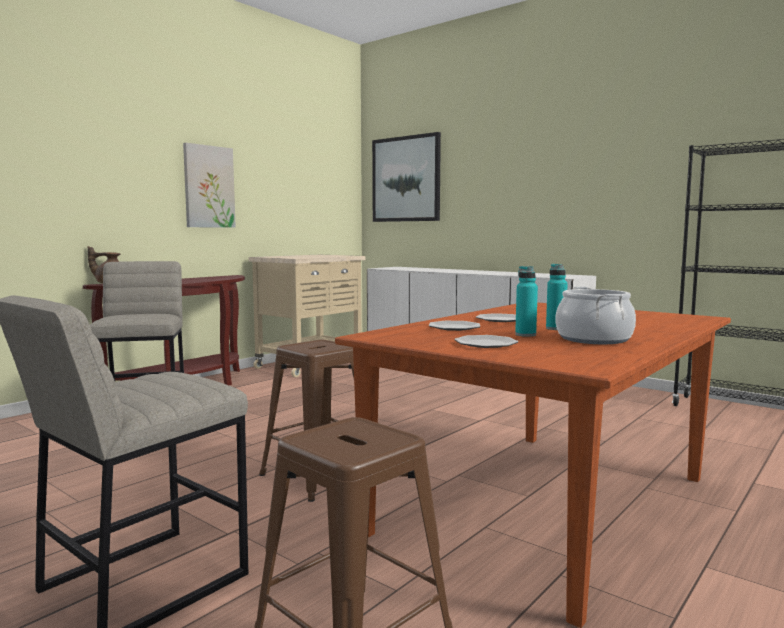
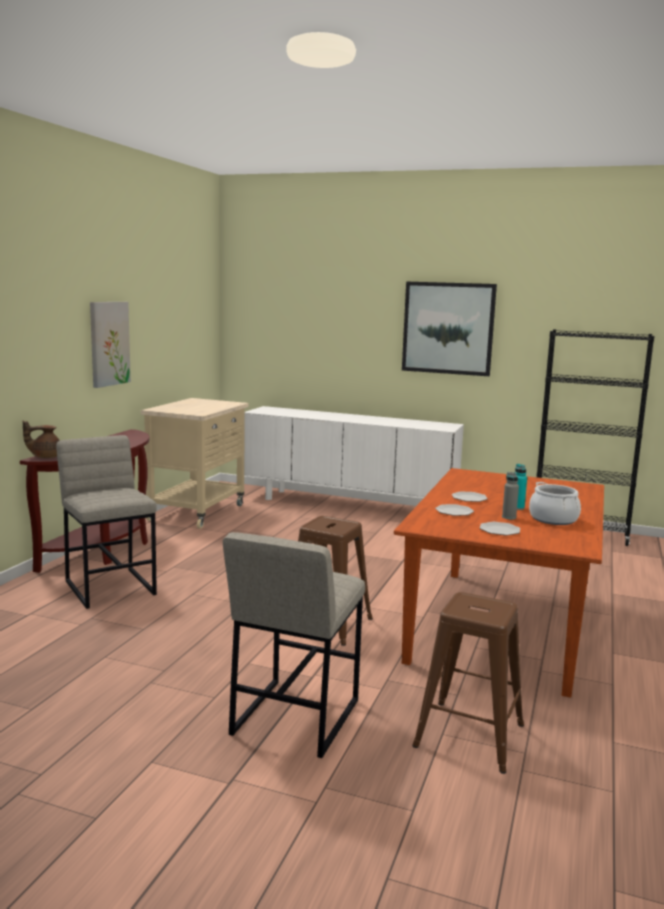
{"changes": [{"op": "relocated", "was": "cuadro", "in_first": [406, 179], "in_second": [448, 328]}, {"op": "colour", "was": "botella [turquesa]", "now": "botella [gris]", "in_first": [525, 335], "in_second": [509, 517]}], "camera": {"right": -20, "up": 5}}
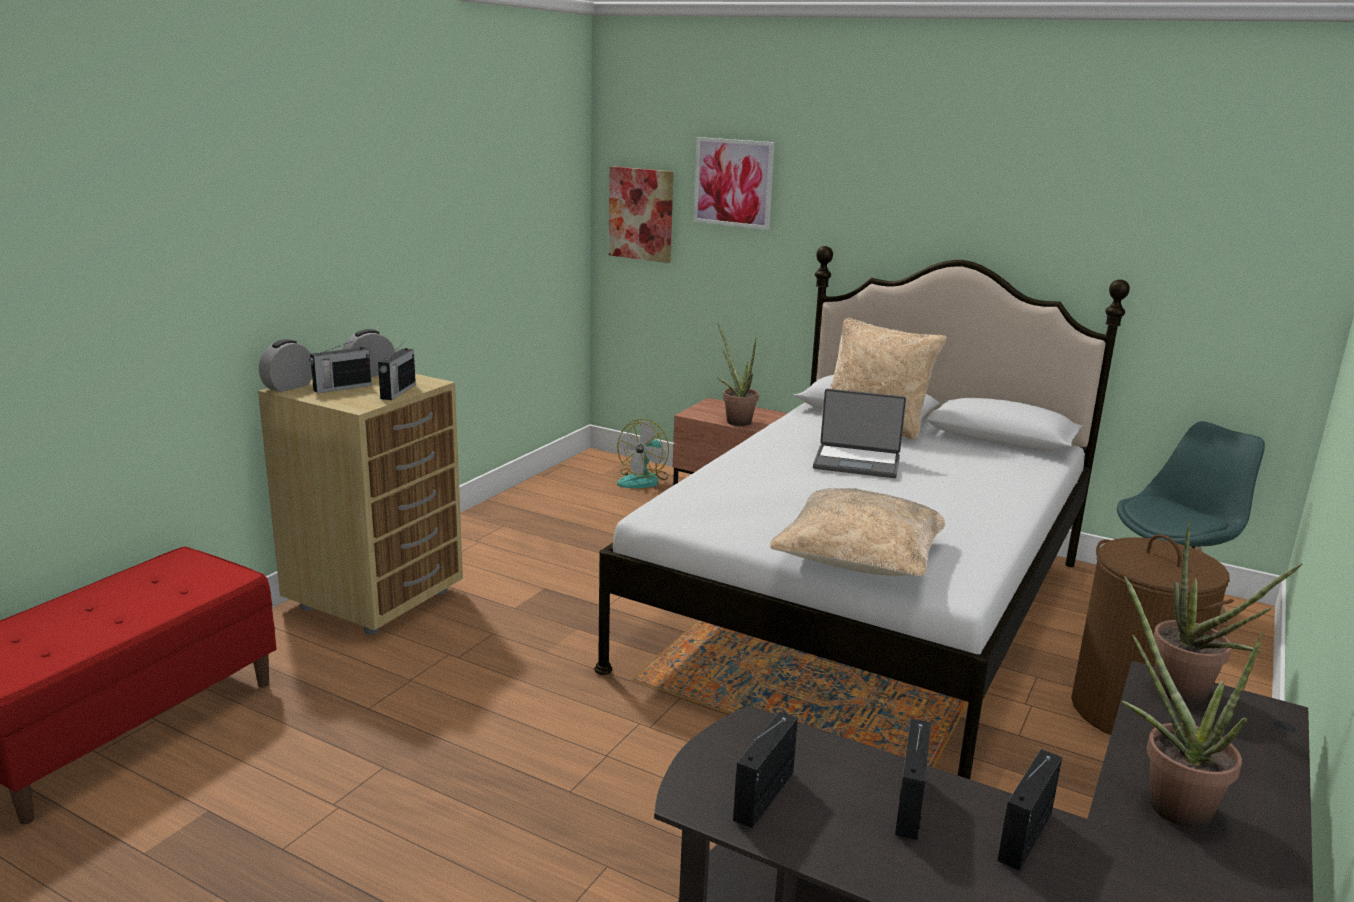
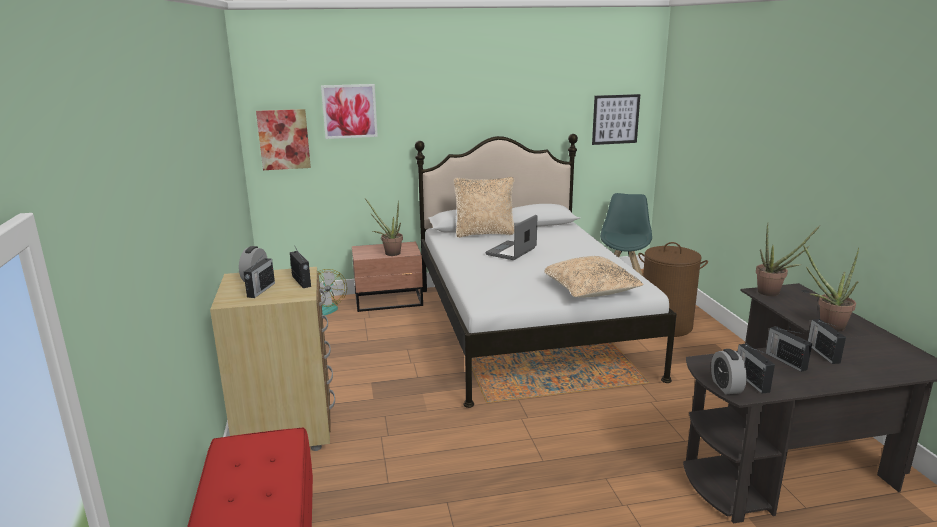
{"changes": [{"op": "relocated", "was": "despertador", "in_first": [288, 387], "in_second": [726, 387]}, {"op": "spun", "was": "portátil", "in_first": [857, 462], "in_second": [512, 251], "clockwise": 150}, {"op": "appeared", "now": "cuadro", "in_second": [615, 119]}], "camera": {"right": -40, "up": 0}}
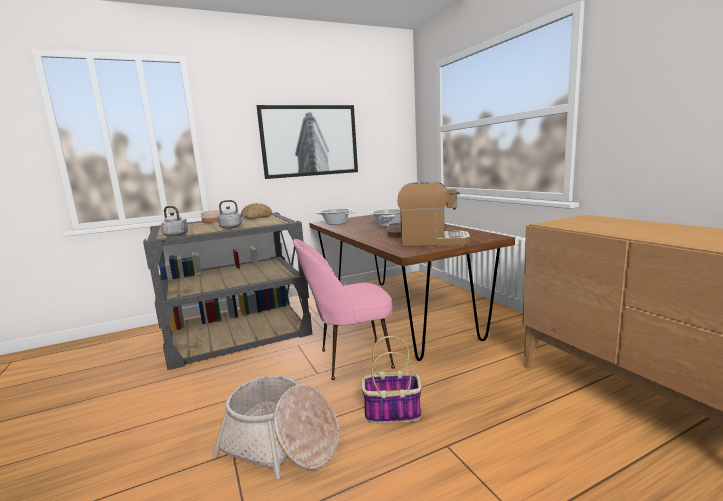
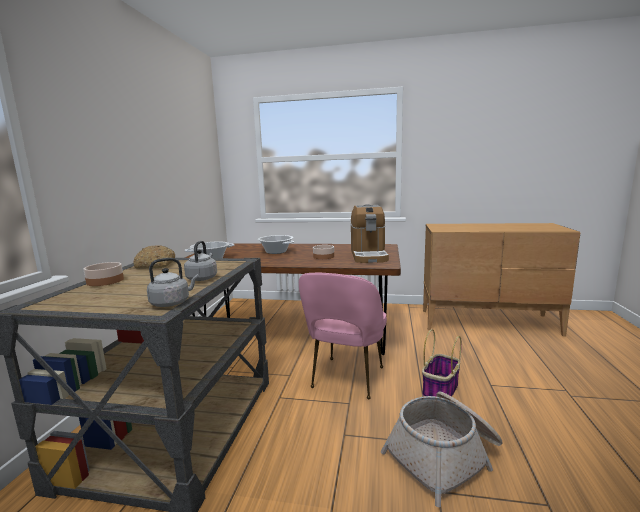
{"changes": [{"op": "missing", "was": "cuadro", "in_first": [310, 141]}, {"op": "spun", "was": "cafetera", "in_first": [433, 242], "in_second": [368, 255], "clockwise": 135}], "camera": {"right": -55, "up": 0}}
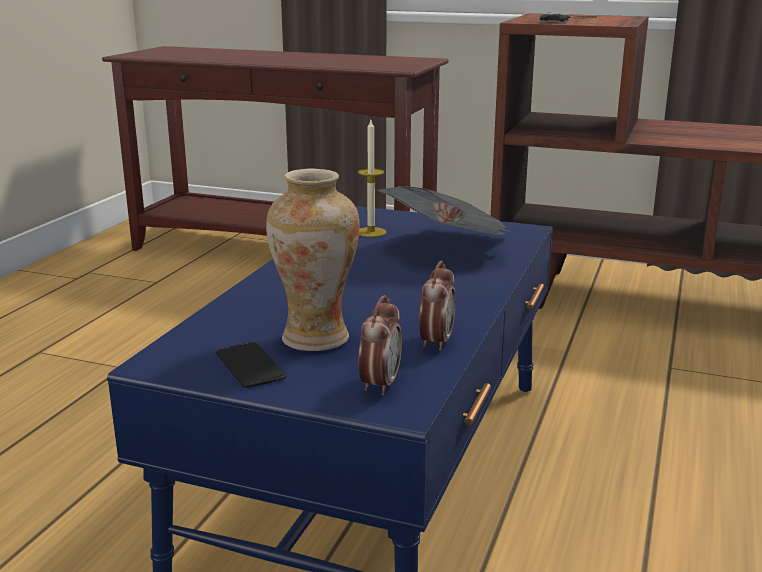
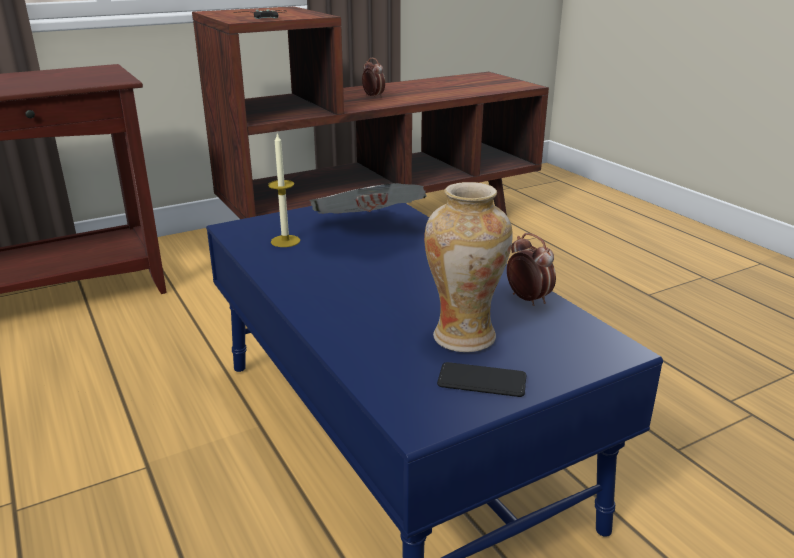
{"changes": [{"op": "relocated", "was": "despertador", "in_first": [380, 384], "in_second": [373, 97]}], "camera": {"right": -50, "up": 5}}
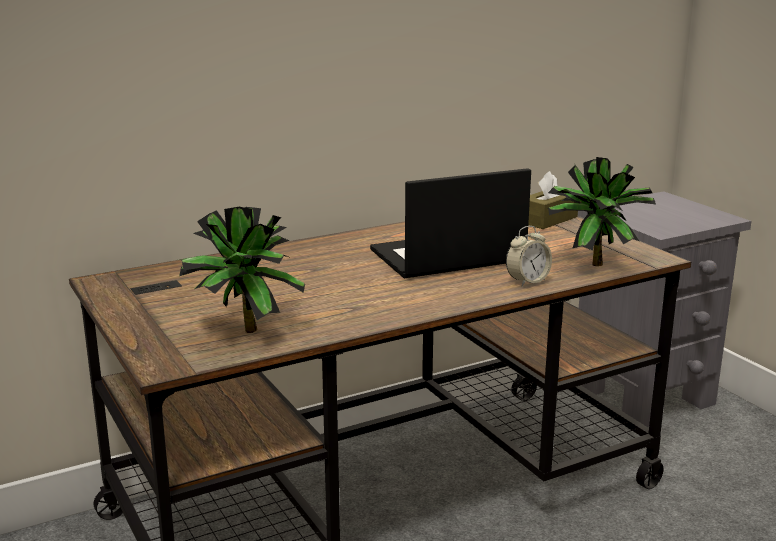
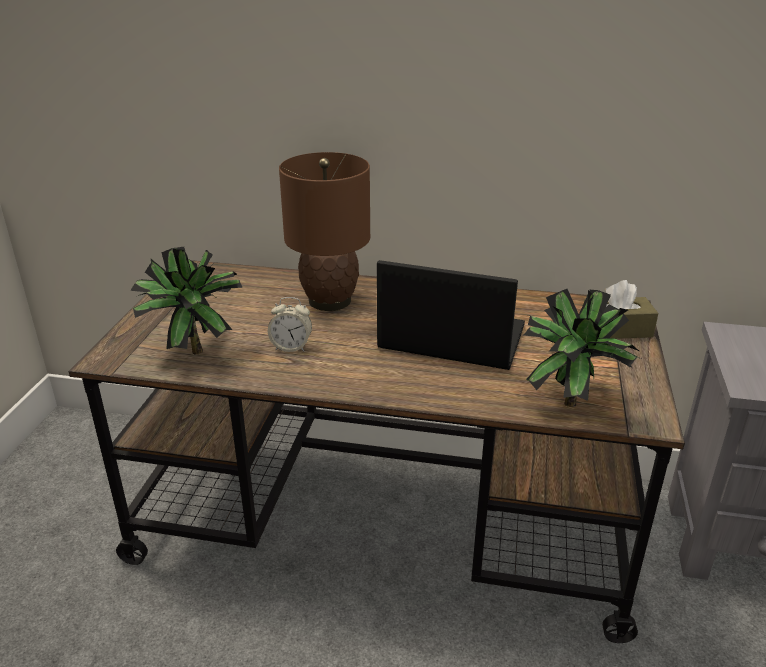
{"changes": [{"op": "relocated", "was": "despertador", "in_first": [527, 281], "in_second": [291, 347]}, {"op": "appeared", "now": "lámpara de mesa [marrón]", "in_second": [329, 301]}], "camera": {"right": 40, "up": 10}}
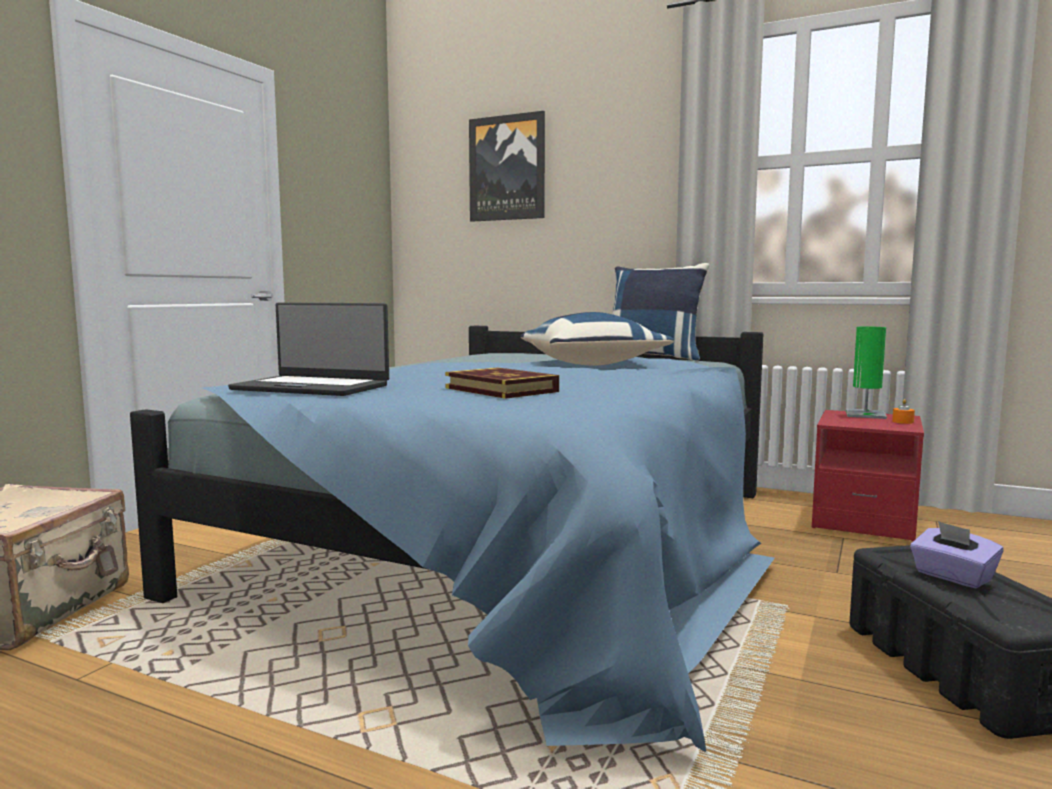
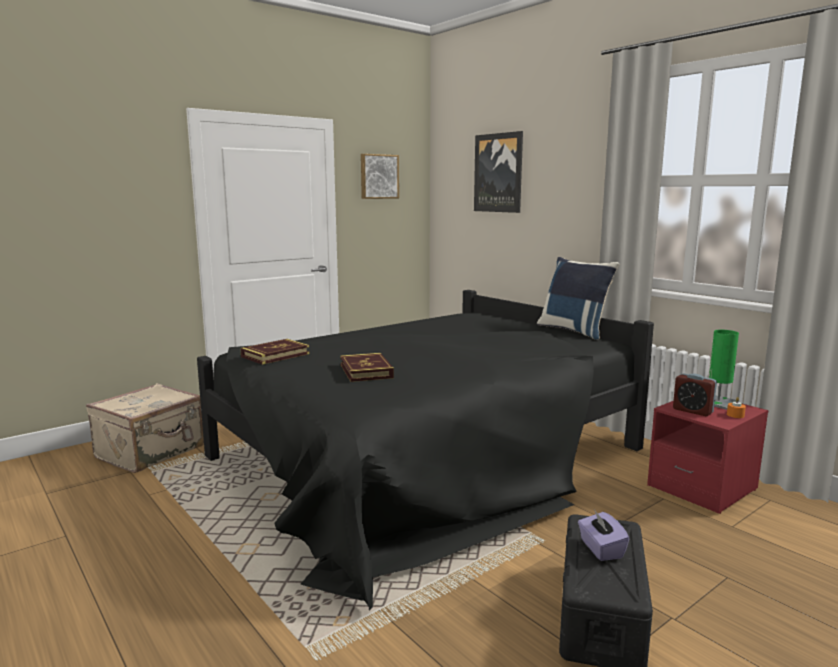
{"changes": [{"op": "colour", "was": "cama [azul]", "now": "cama [negro]", "in_first": [522, 544], "in_second": [427, 459]}, {"op": "exchanged", "was": "portátil", "now": "libro", "in_first": [312, 387], "in_second": [275, 355]}, {"op": "missing", "was": "cojín [azul]", "in_first": [591, 364]}, {"op": "appeared", "now": "cuadro", "in_second": [378, 176]}, {"op": "appeared", "now": "despertador", "in_second": [692, 411]}], "camera": {"right": 25, "up": 5}}
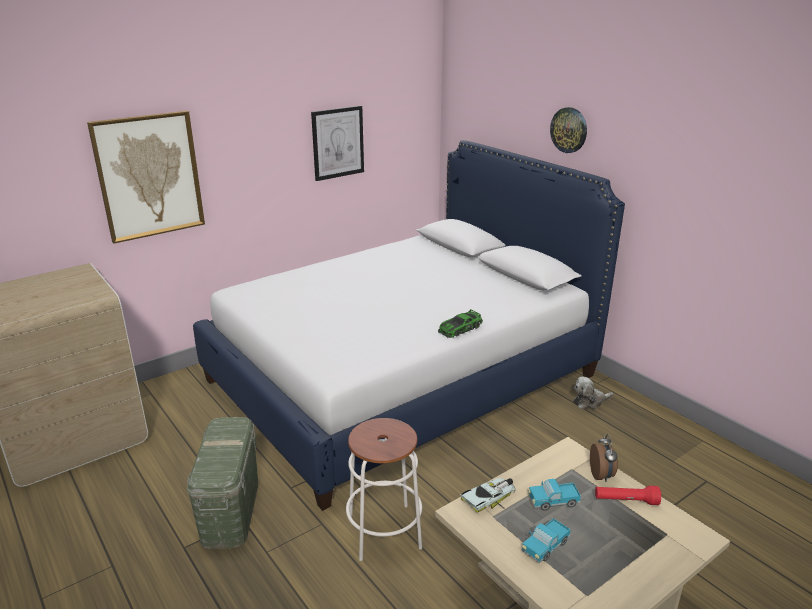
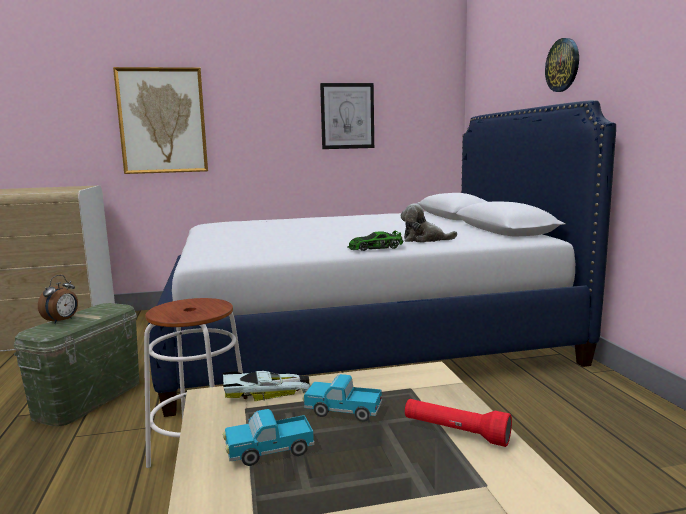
{"changes": [{"op": "relocated", "was": "peluche", "in_first": [590, 402], "in_second": [424, 240]}, {"op": "relocated", "was": "despertador", "in_first": [601, 475], "in_second": [62, 321]}], "camera": {"right": 25, "up": -15}}
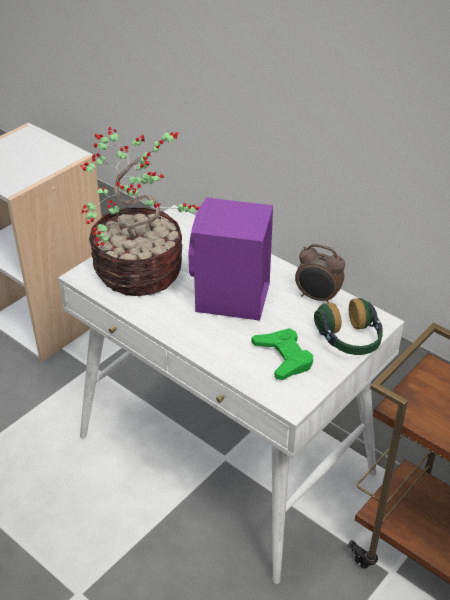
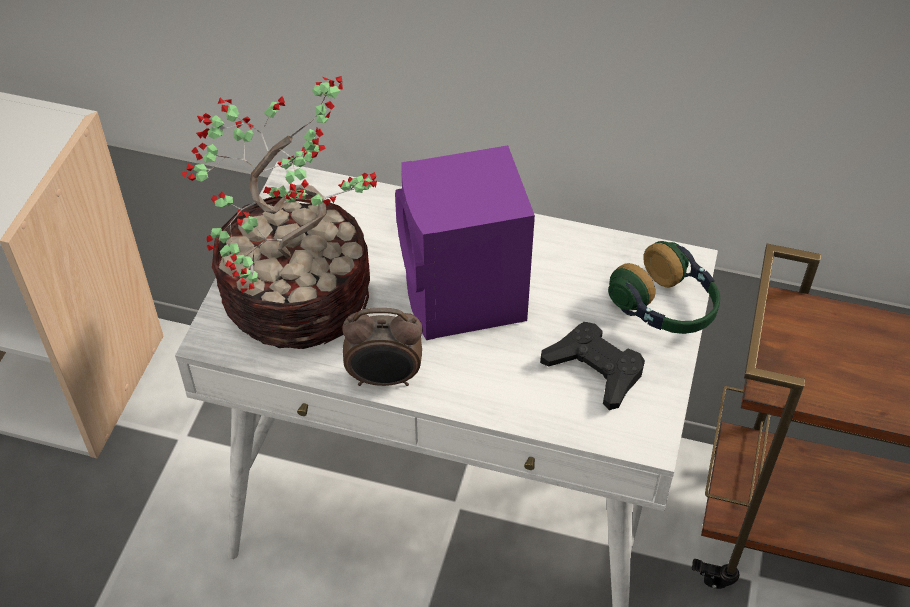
{"changes": [{"op": "colour", "was": "mando de consola [verde]", "now": "mando de consola [negro]", "in_first": [283, 357], "in_second": [595, 369]}, {"op": "relocated", "was": "despertador", "in_first": [317, 298], "in_second": [385, 378]}], "camera": {"right": -25, "up": 10}}
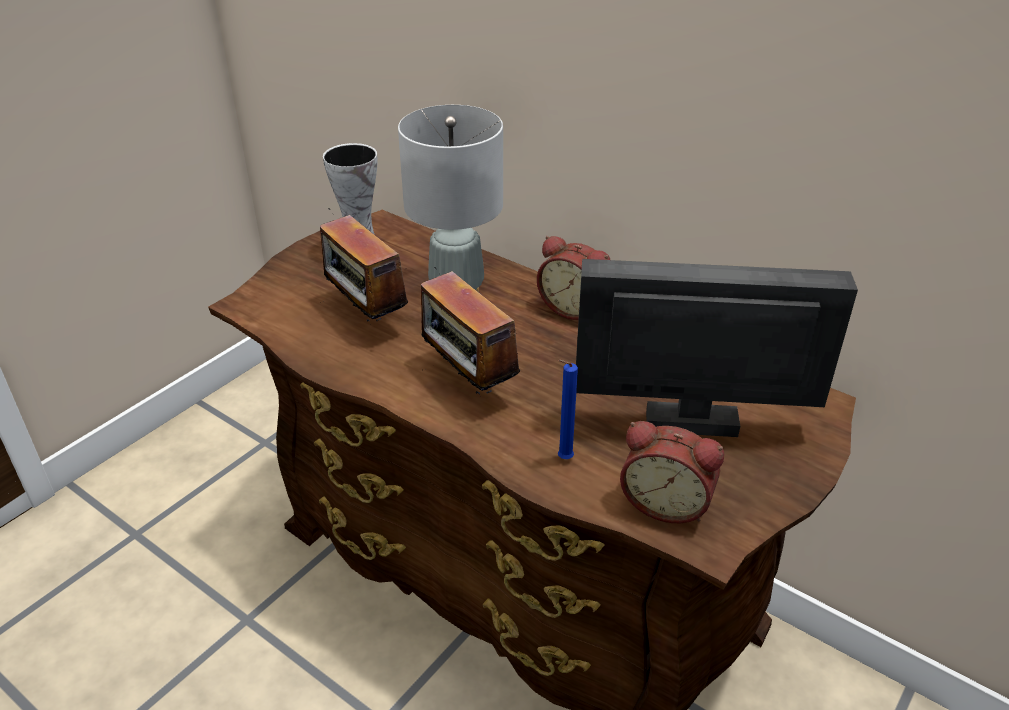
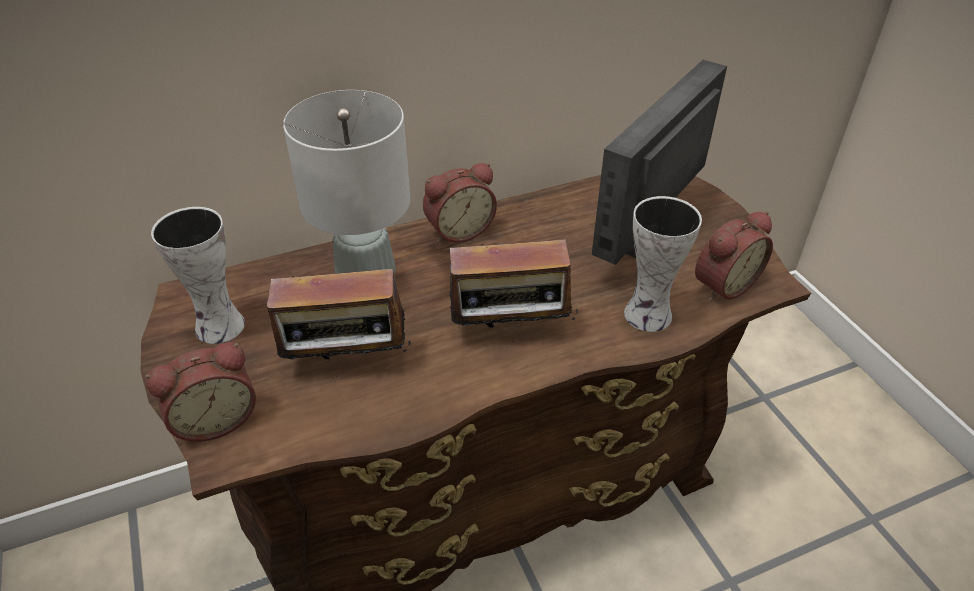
{"changes": [{"op": "exchanged", "was": "vela [azul]", "now": "florero", "in_first": [562, 459], "in_second": [646, 316]}, {"op": "appeared", "now": "despertador", "in_second": [215, 418]}], "camera": {"right": -60, "up": 5}}
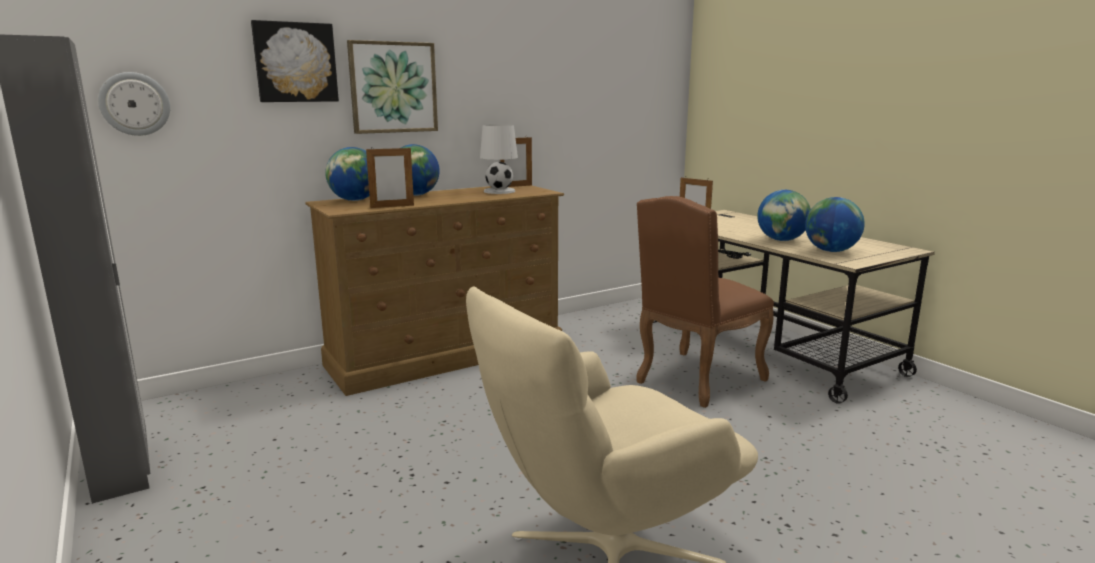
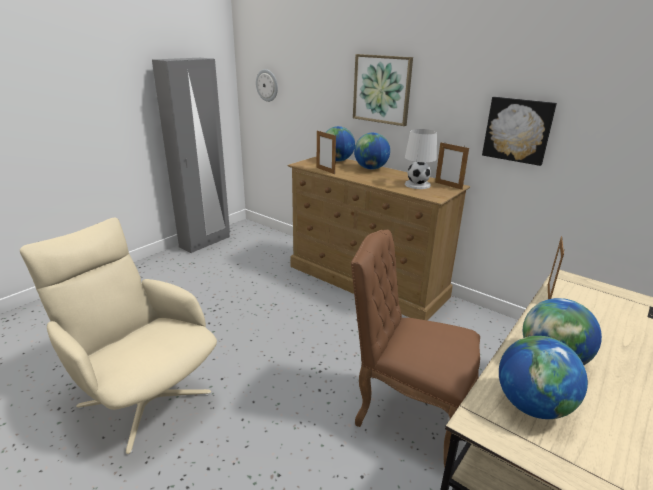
{"changes": [{"op": "relocated", "was": "cuadro", "in_first": [295, 62], "in_second": [518, 130]}], "camera": {"right": 70, "up": 10}}
